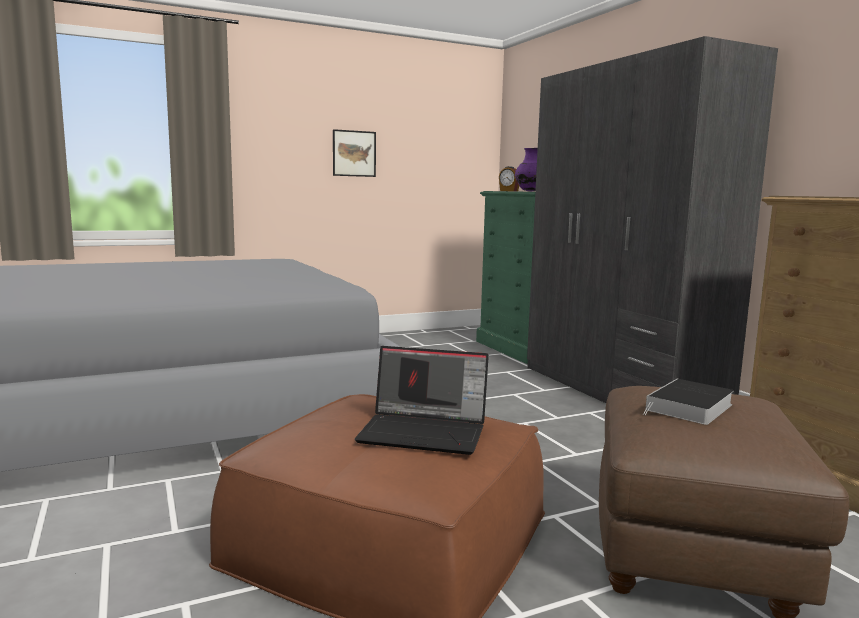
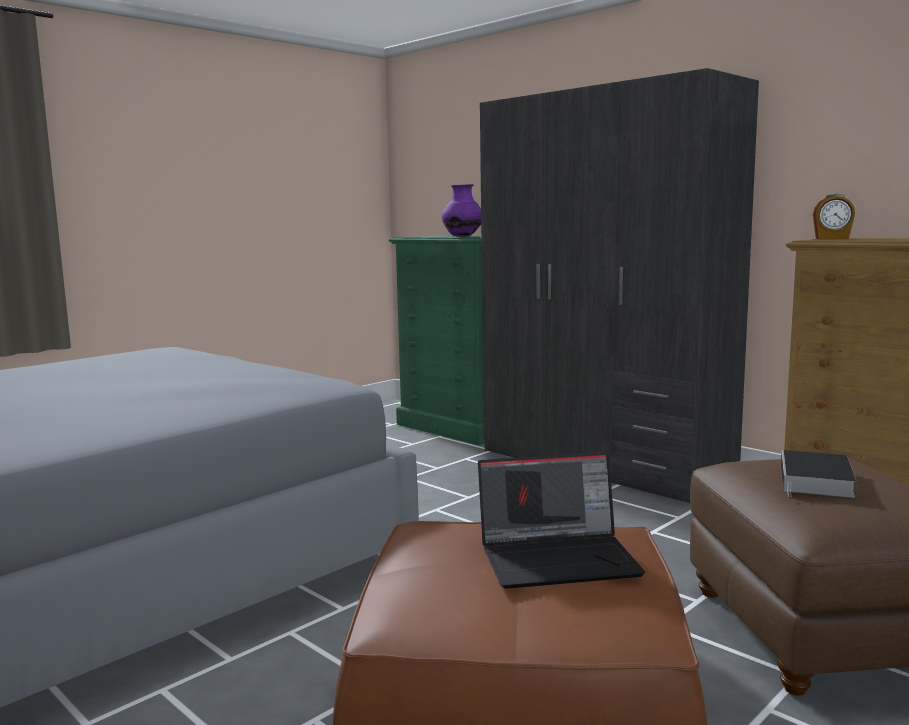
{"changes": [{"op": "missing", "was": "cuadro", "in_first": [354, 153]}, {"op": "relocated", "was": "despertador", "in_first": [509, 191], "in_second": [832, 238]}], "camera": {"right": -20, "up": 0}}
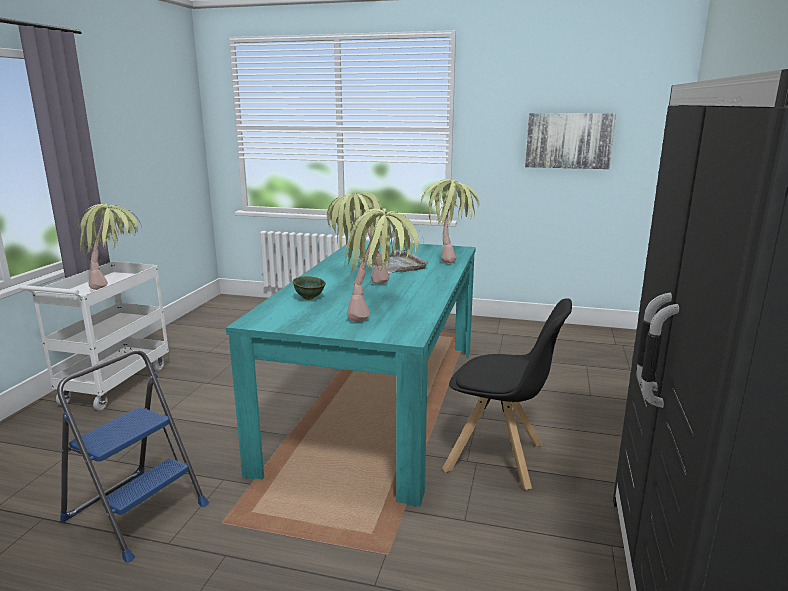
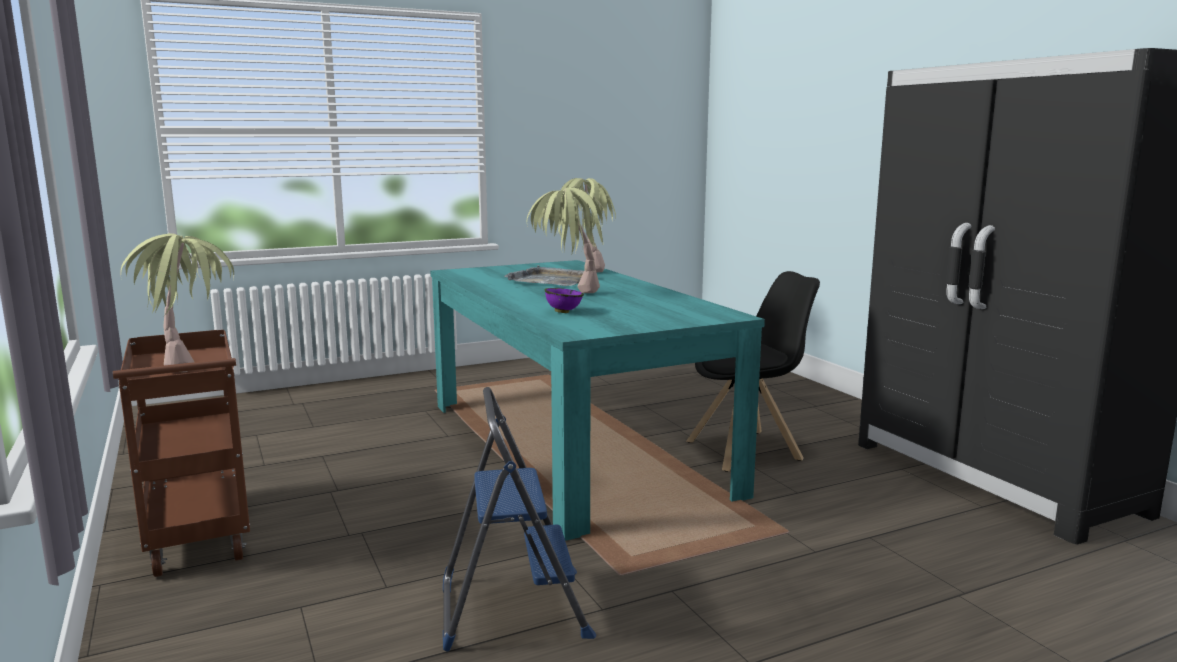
{"changes": [{"op": "colour", "was": "carrito [blanco]", "now": "carrito [marrón]", "in_first": [114, 386], "in_second": [198, 535]}, {"op": "colour", "was": "cuenco [verde]", "now": "cuenco [morado]", "in_first": [309, 298], "in_second": [563, 312]}, {"op": "missing", "was": "planta en maceta", "in_first": [382, 316]}, {"op": "missing", "was": "cuadro", "in_first": [568, 140]}], "camera": {"right": -40, "up": -5}}
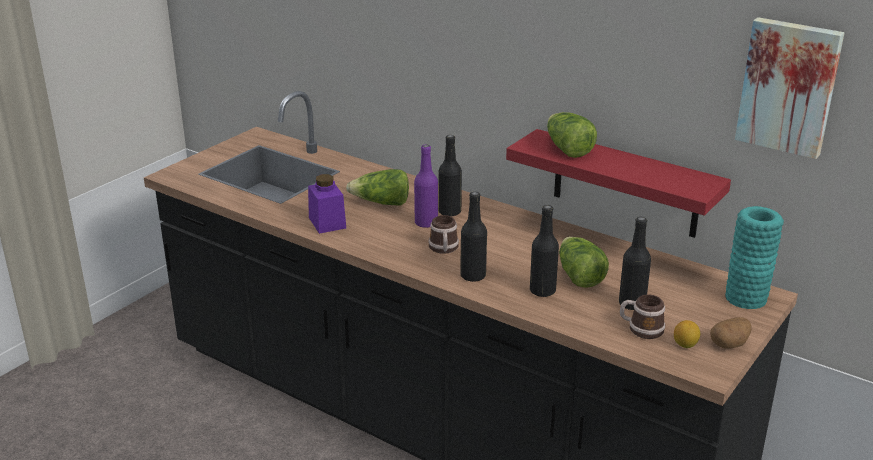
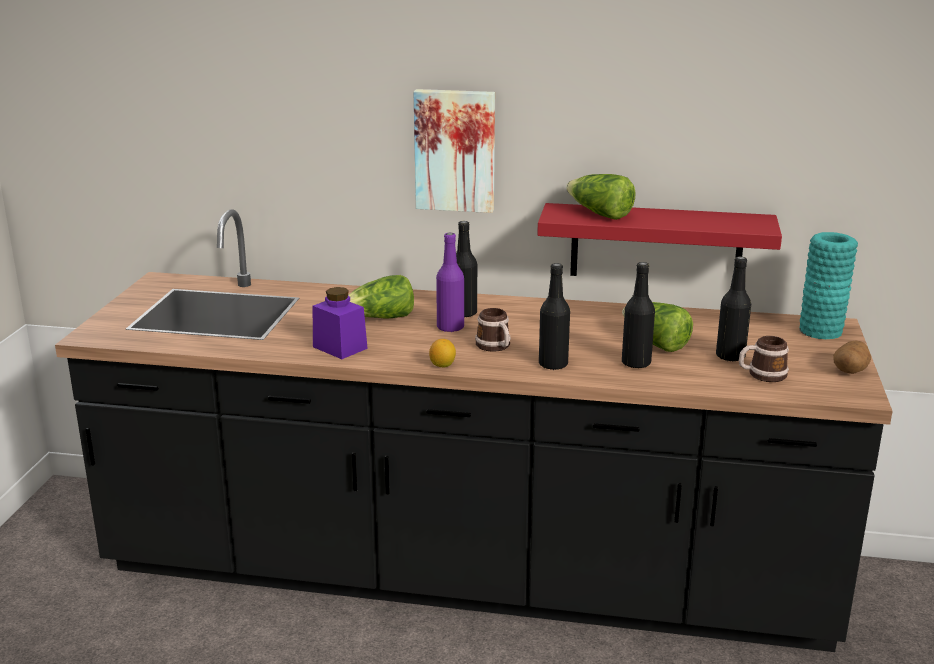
{"changes": [{"op": "relocated", "was": "limón", "in_first": [685, 345], "in_second": [442, 365]}, {"op": "relocated", "was": "cuadro", "in_first": [789, 86], "in_second": [455, 150]}], "camera": {"right": -25, "up": -5}}
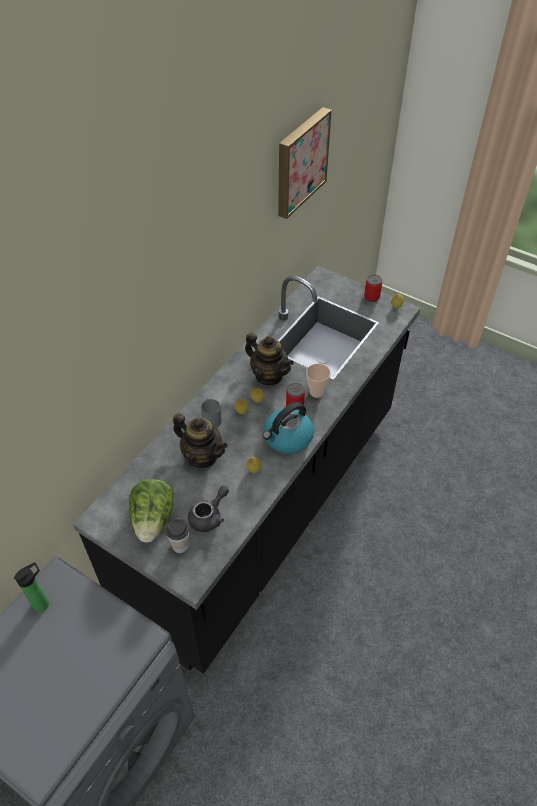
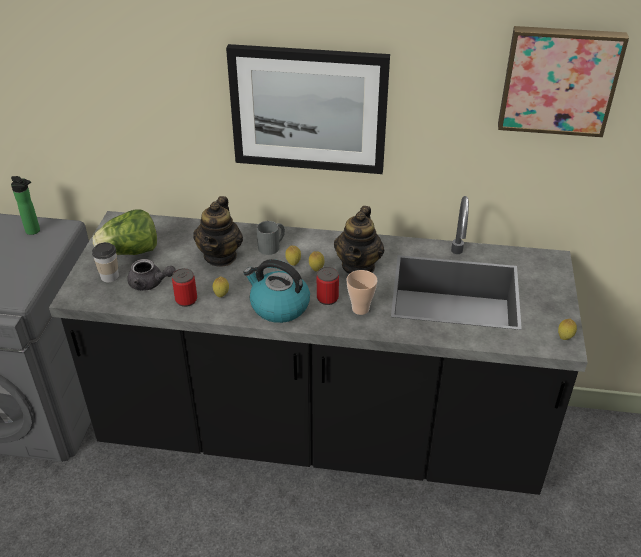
{"changes": [{"op": "relocated", "was": "lata", "in_first": [371, 297], "in_second": [186, 300]}, {"op": "appeared", "now": "cuadro", "in_second": [308, 109]}], "camera": {"right": 65, "up": -10}}
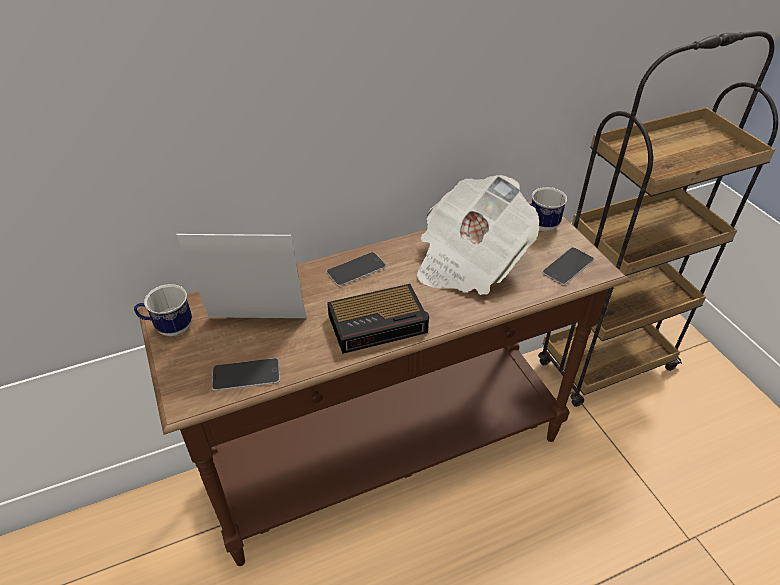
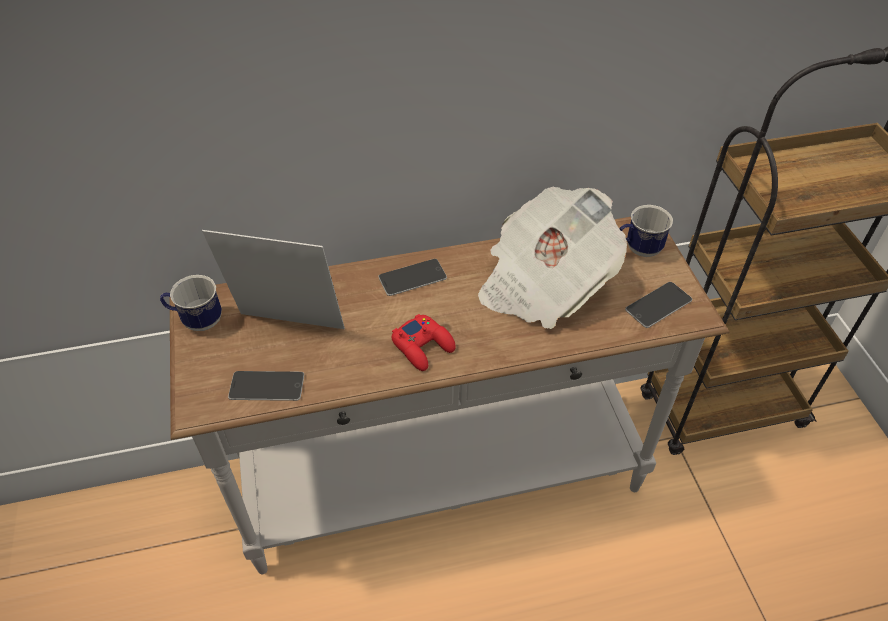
{"changes": [{"op": "colour", "was": "mesa consola [marrón]", "now": "mesa consola [blanco]", "in_first": [390, 460], "in_second": [444, 484]}, {"op": "exchanged", "was": "despertador", "now": "mando de consola [rojo]", "in_first": [379, 323], "in_second": [423, 346]}], "camera": {"right": 10, "up": 5}}
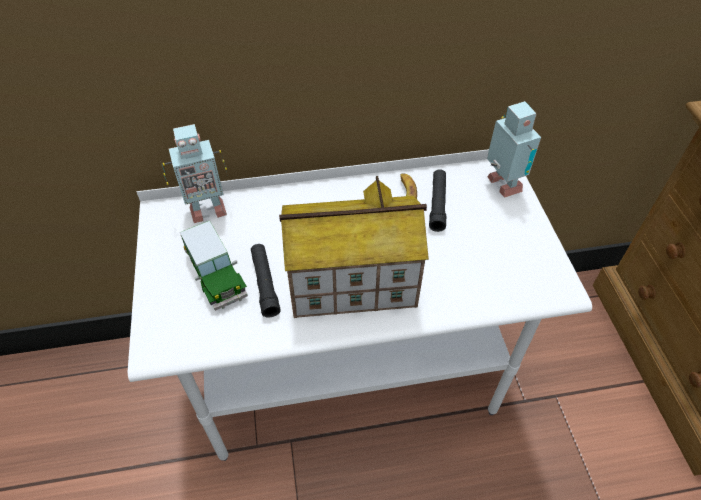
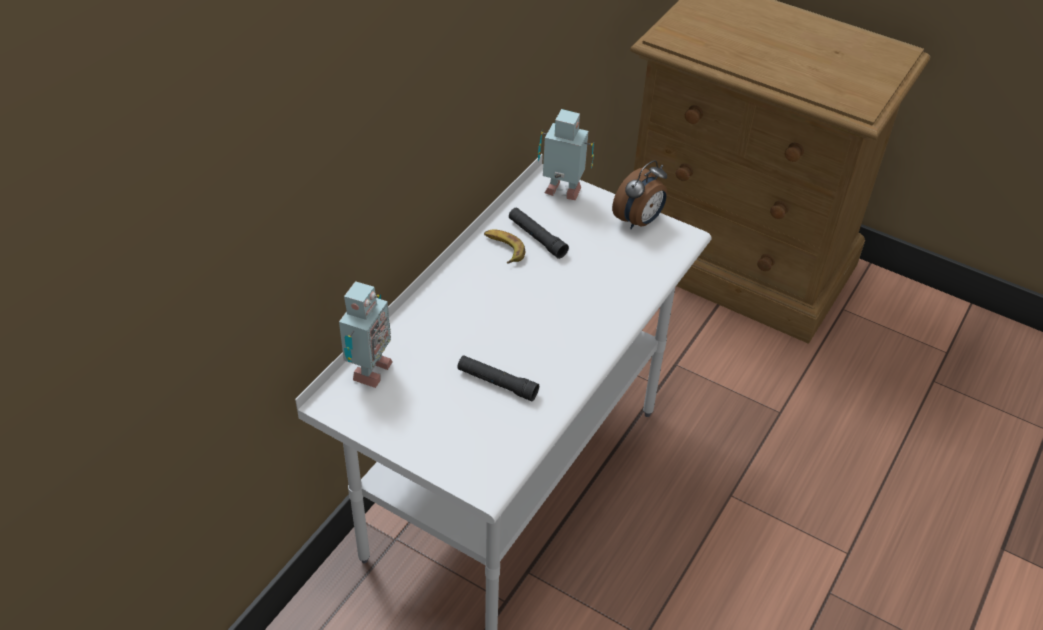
{"changes": [{"op": "missing", "was": "coche de juguete", "in_first": [216, 276]}, {"op": "missing", "was": "casita", "in_first": [351, 283]}, {"op": "appeared", "now": "despertador", "in_second": [639, 221]}], "camera": {"right": -50, "up": -5}}
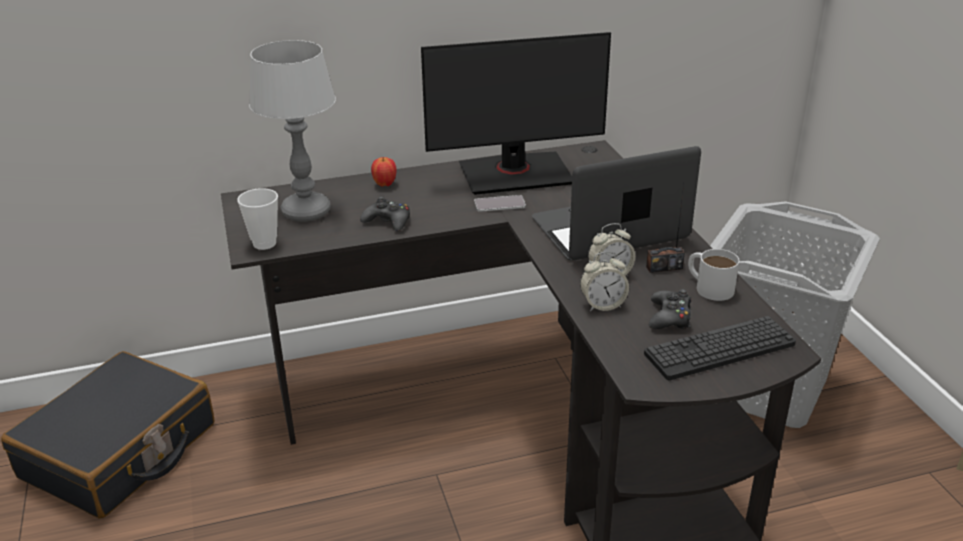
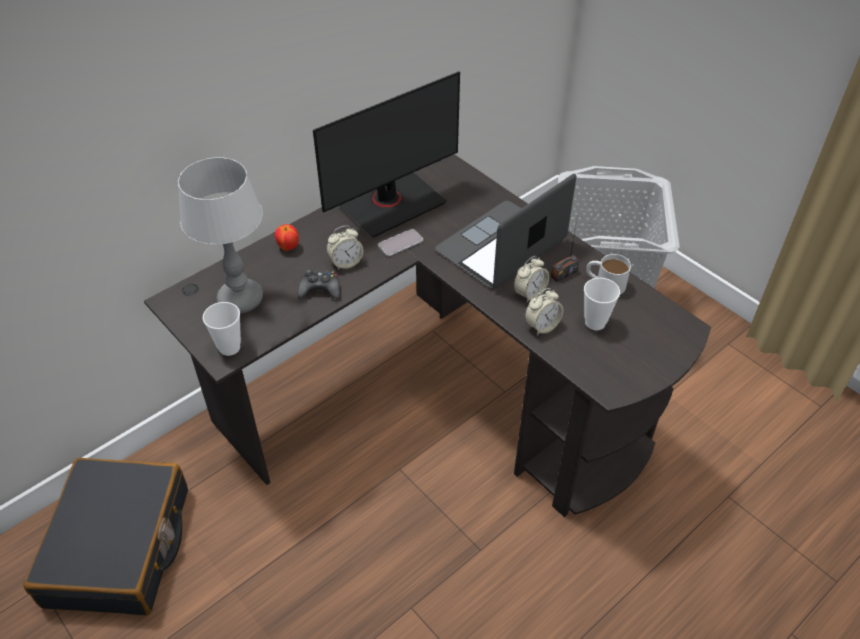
{"changes": [{"op": "missing", "was": "teclado", "in_first": [719, 349]}, {"op": "exchanged", "was": "mando de consola [negro]", "now": "taza", "in_first": [670, 317], "in_second": [595, 322]}, {"op": "appeared", "now": "despertador", "in_second": [346, 262]}], "camera": {"right": -25, "up": 15}}
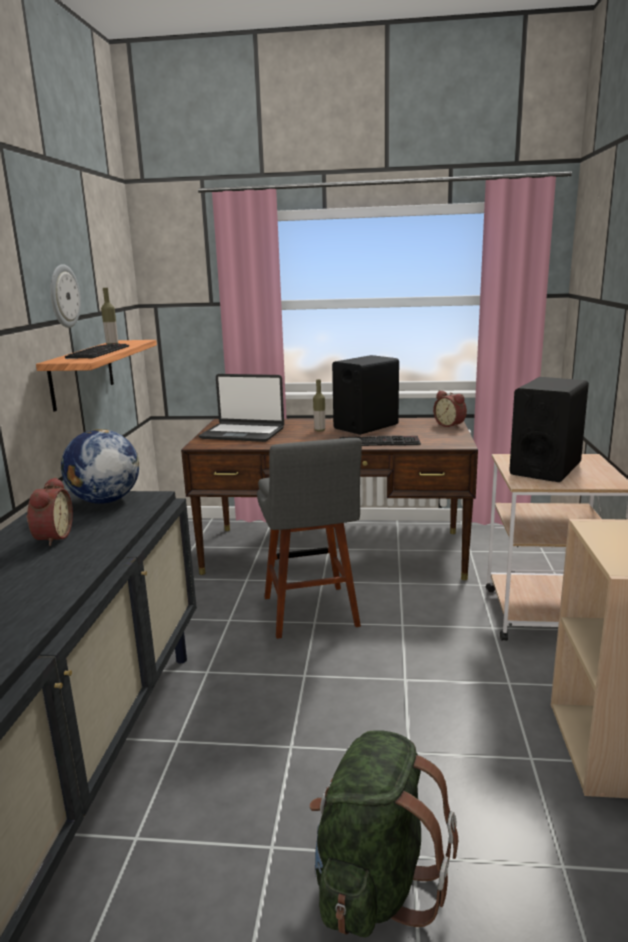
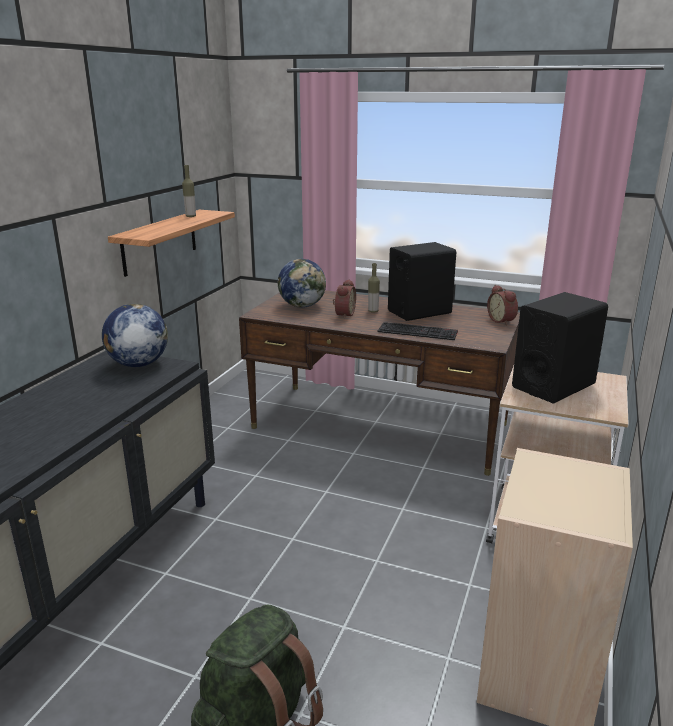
{"changes": [{"op": "relocated", "was": "despertador", "in_first": [51, 537], "in_second": [343, 314]}, {"op": "missing", "was": "reloj de pared", "in_first": [63, 296]}, {"op": "missing", "was": "teclado", "in_first": [98, 352]}, {"op": "exchanged", "was": "portátil", "now": "globo terráqueo", "in_first": [243, 433], "in_second": [302, 306]}, {"op": "missing", "was": "taburete [gris]", "in_first": [311, 614]}], "camera": {"right": 15, "up": 5}}
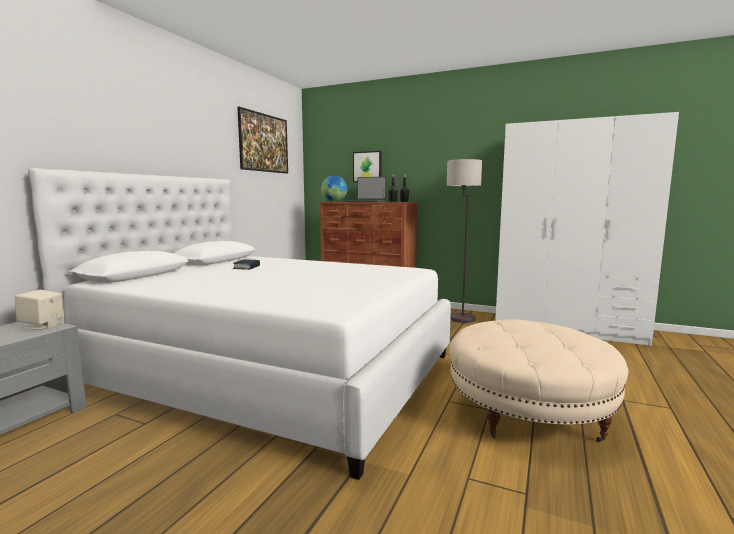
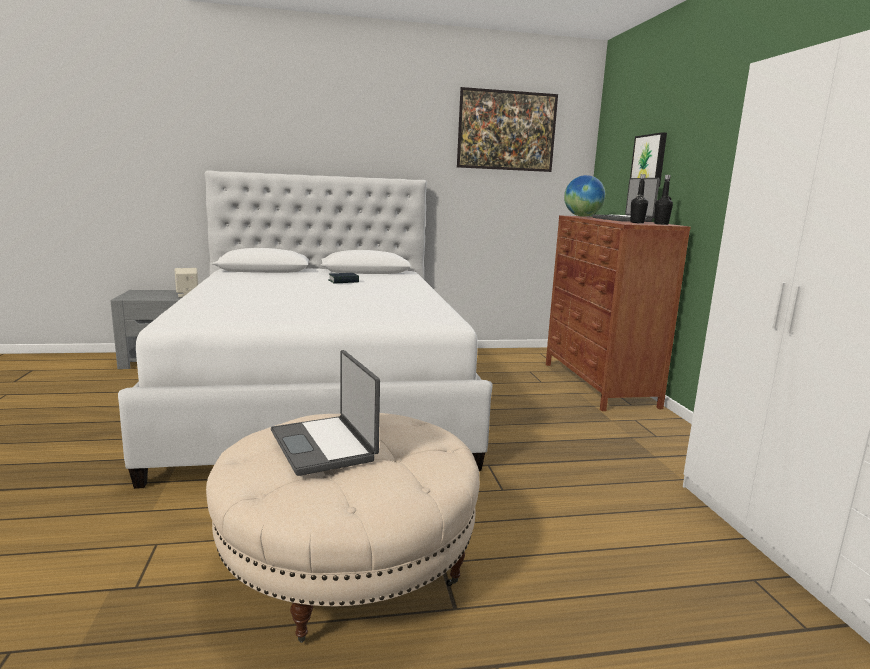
{"changes": [{"op": "missing", "was": "lámpara de pie [gris]", "in_first": [460, 321]}, {"op": "appeared", "now": "portátil", "in_second": [325, 446]}], "camera": {"right": 55, "up": 5}}
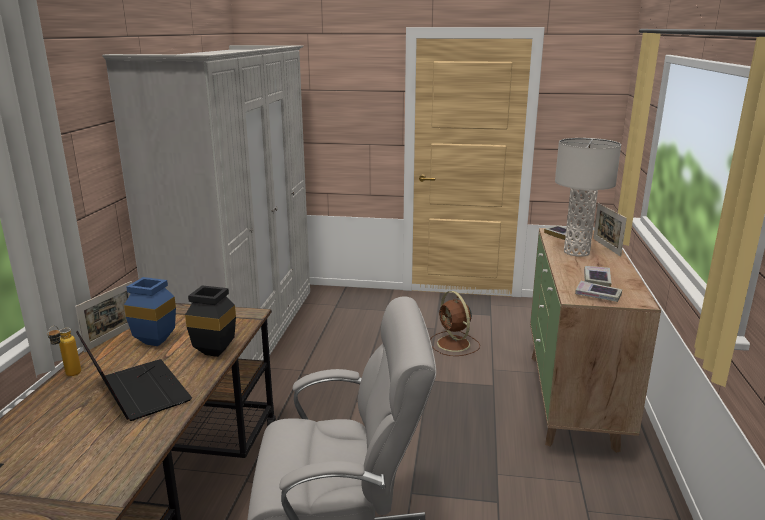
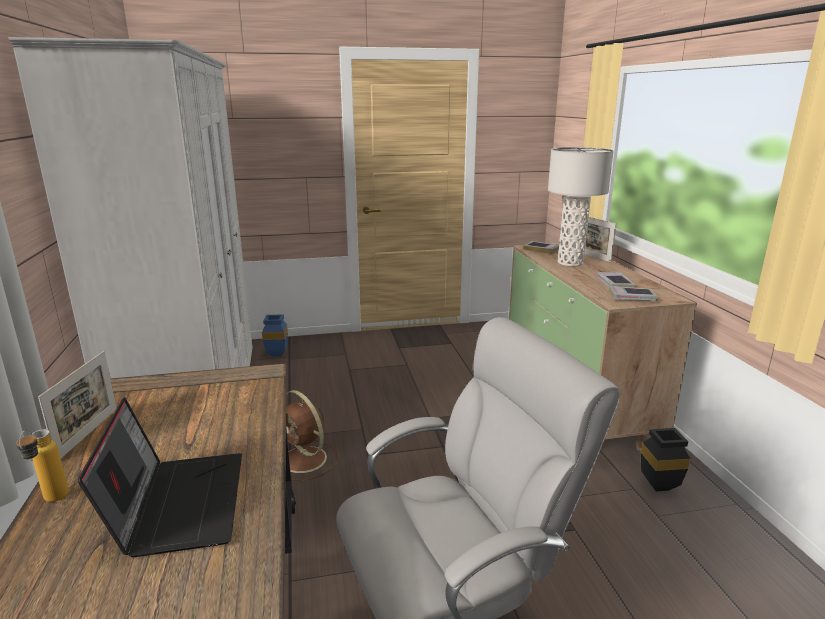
{"changes": [{"op": "spun", "was": "portátil", "in_first": [136, 392], "in_second": [178, 503], "clockwise": 45}, {"op": "relocated", "was": "florero [azul]", "in_first": [153, 343], "in_second": [275, 355]}, {"op": "relocated", "was": "florero [negro]", "in_first": [217, 352], "in_second": [660, 486]}, {"op": "relocated", "was": "ventilador [marrón]", "in_first": [454, 344], "in_second": [305, 460]}], "camera": {"right": -20, "up": 0}}
